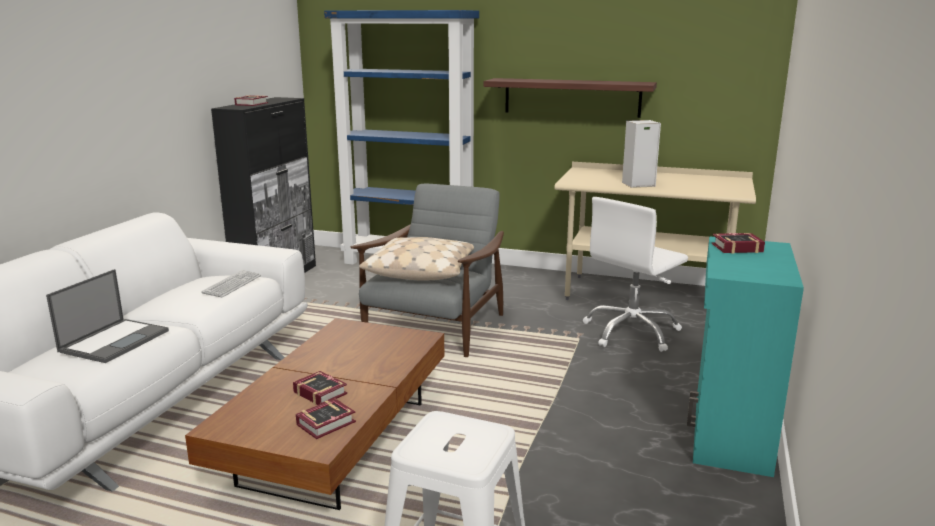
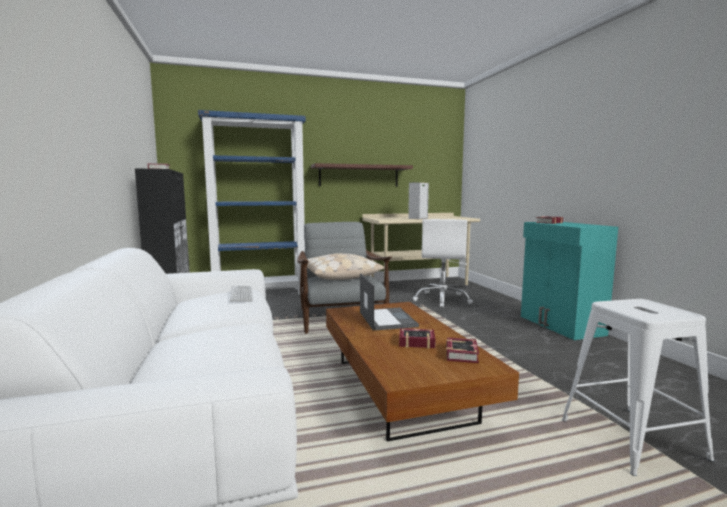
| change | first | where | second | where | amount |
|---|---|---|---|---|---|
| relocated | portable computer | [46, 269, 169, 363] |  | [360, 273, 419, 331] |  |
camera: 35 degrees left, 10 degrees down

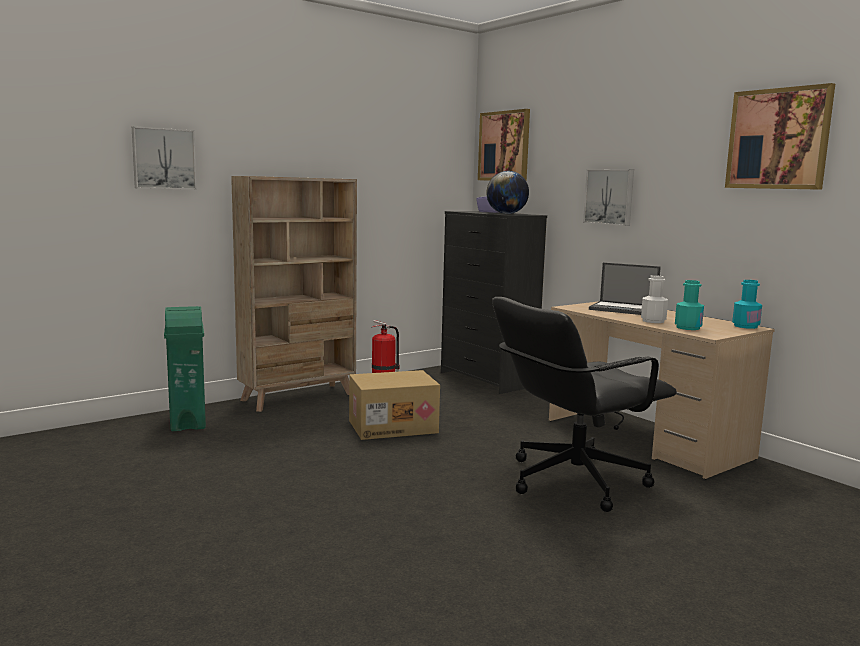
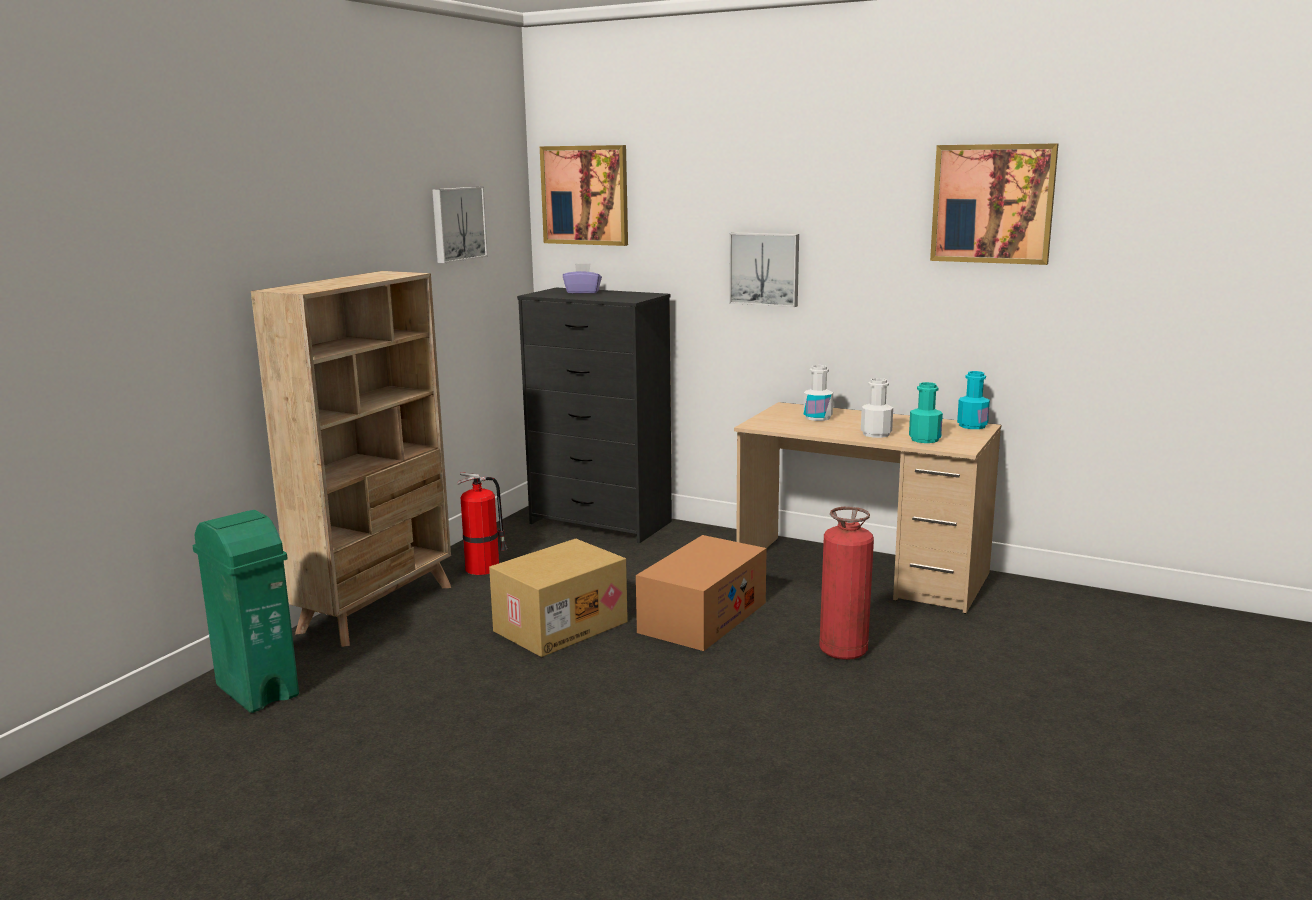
| change | first | where | second | where | amount |
|---|---|---|---|---|---|
| relocated | wall picture | [132, 126, 196, 189] |  | [432, 187, 488, 263] |  |
| missing | desk globe | [486, 171, 529, 214] |  |  |  |
| exchanged | portable computer | [589, 263, 661, 315] | bottle (whitish) | [803, 365, 833, 421] |  |
| exchanged | desk chair (black) | [492, 297, 677, 512] | fire-fighting cylinder | [819, 506, 874, 660] |  |
| appeared |  |  | cardboard box | [636, 535, 767, 651] |  |
camera: 25 degrees left, 5 degrees up

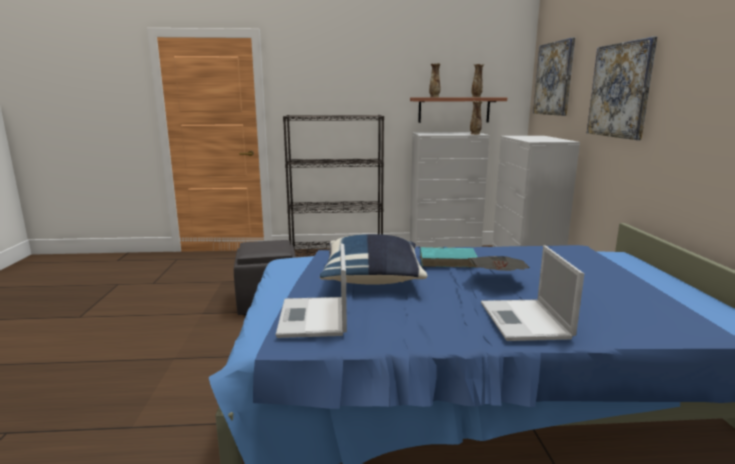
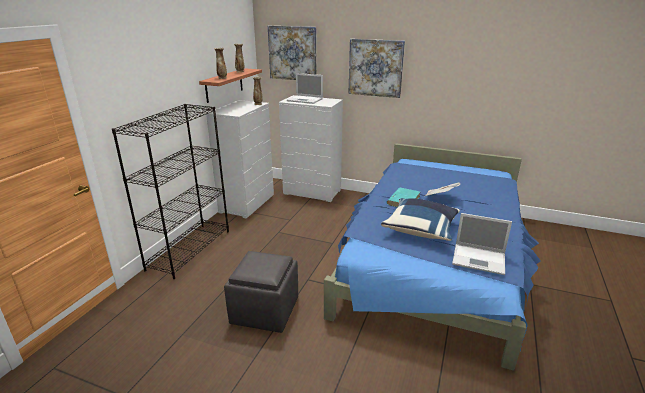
| change | first | where | second | where | amount |
|---|---|---|---|---|---|
| relocated | portable computer | [481, 245, 584, 341] |  | [287, 73, 323, 104] |  |
camera: 65 degrees left, 10 degrees up

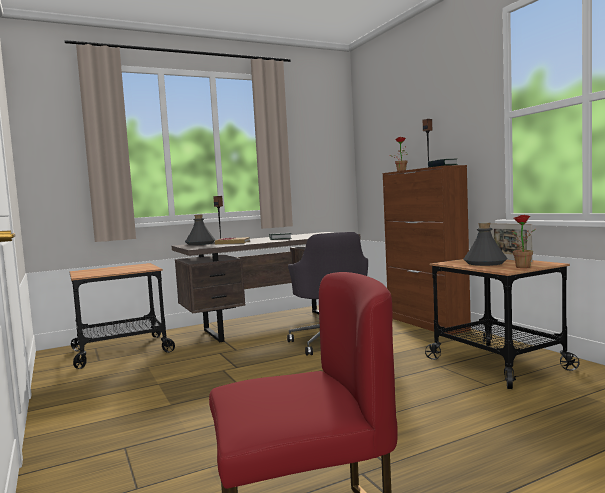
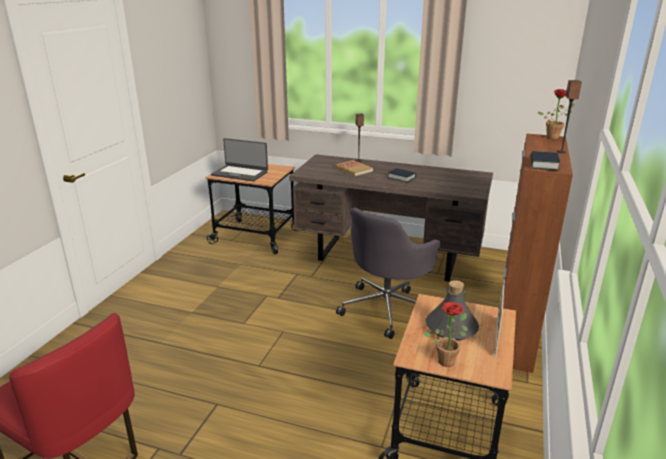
| change | first | where | second | where | amount |
|---|---|---|---|---|---|
| missing | bottle (grey) | [185, 214, 216, 245] |  |  |  |
| appeared |  |  | portable computer | [211, 138, 268, 181] |  |
camera: 45 degrees right, 20 degrees up

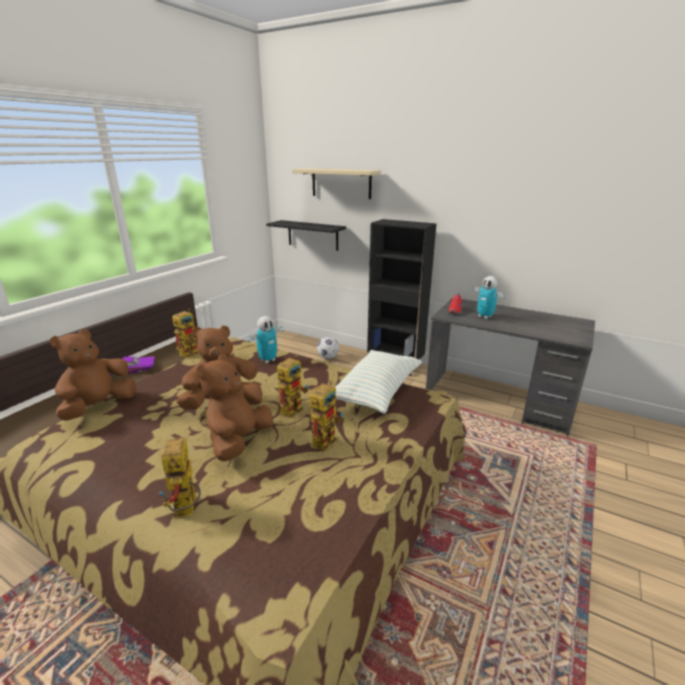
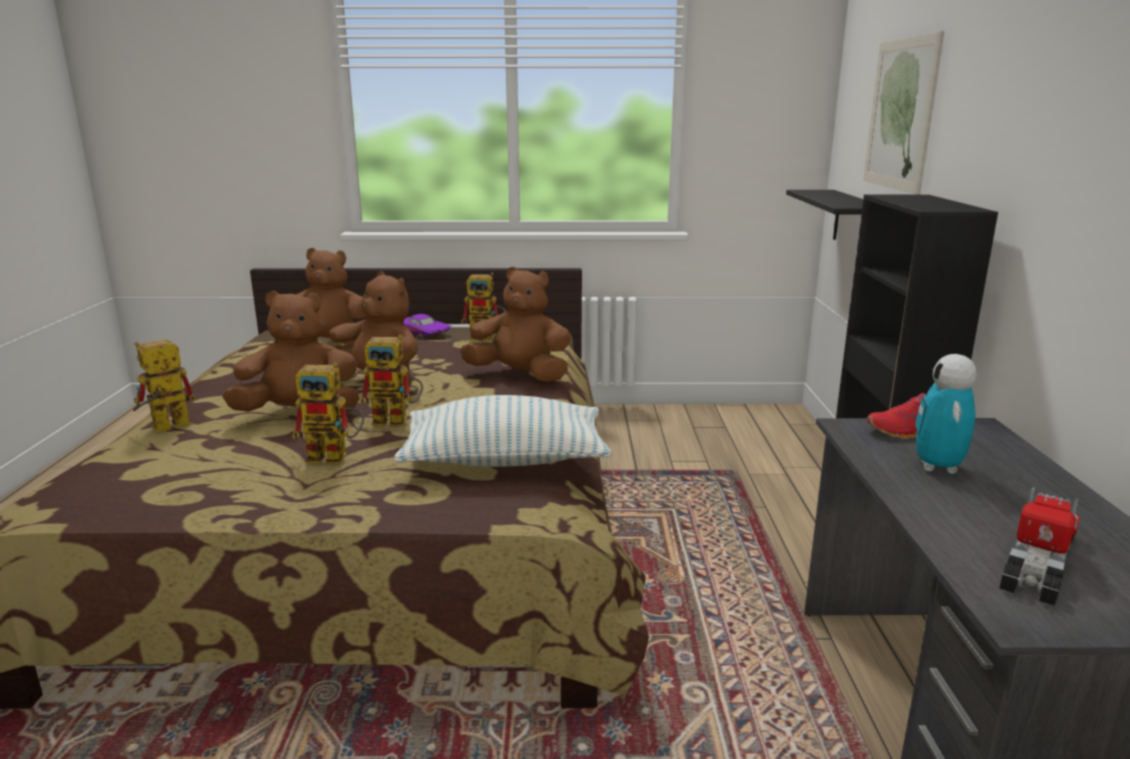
| change | first | where | second | where | amount |
|---|---|---|---|---|---|
| exchanged | bracket shelf (beige-coloured) | [292, 169, 381, 199] | wall picture | [863, 31, 944, 194] |  |
| exchanged | robot figure | [248, 316, 284, 363] | cuddly toy (brownish) | [460, 267, 571, 382] |  |
| missing | ball for football | [317, 337, 339, 359] |  |  |  |
| appeared |  |  | model truck | [999, 487, 1080, 606] |  |
camera: 60 degrees right, 5 degrees down

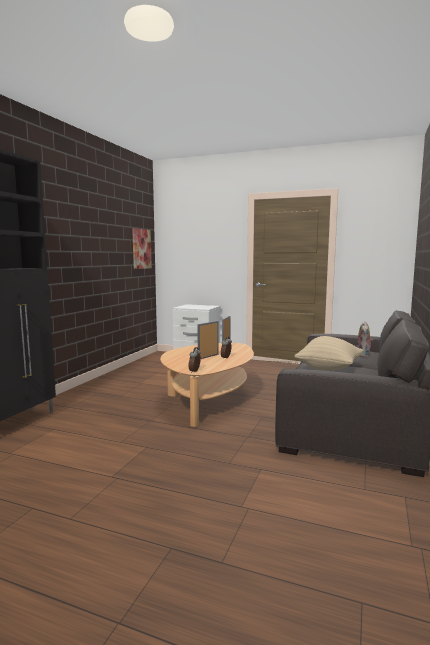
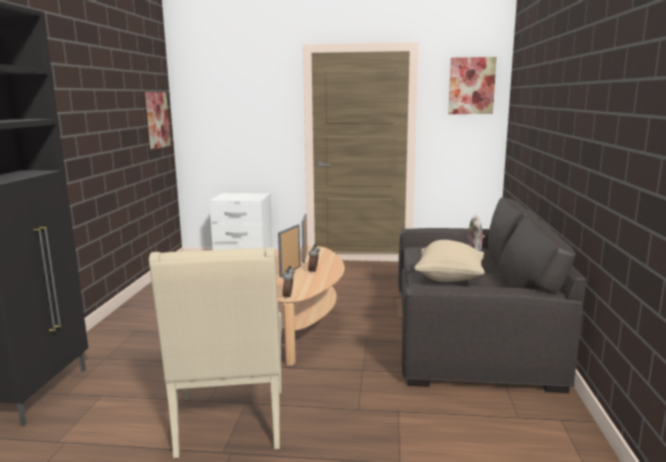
| change | first | where | second | where | amount |
|---|---|---|---|---|---|
| appeared |  |  | wall picture | [448, 57, 497, 114] |  |
| appeared |  |  | armchair (beige-coloured) | [149, 247, 282, 458] |  |
camera: 15 degrees left, 5 degrees up

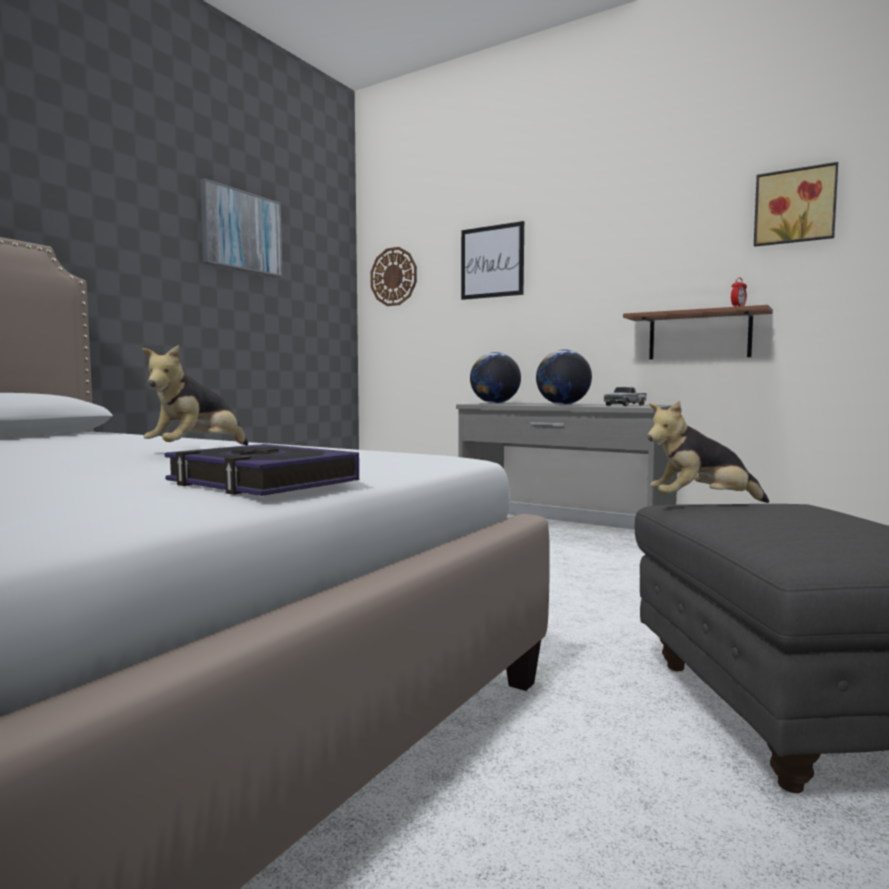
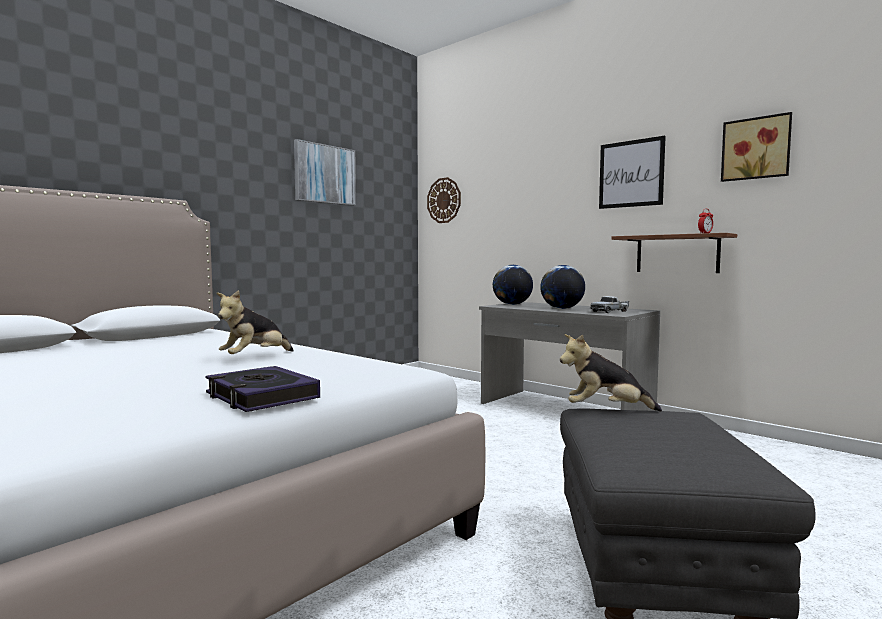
| change | first | where | second | where | amount |
|---|---|---|---|---|---|
| relocated | wall picture | [461, 221, 524, 300] |  | [599, 136, 666, 209] |  |
camera: 10 degrees right, 0 degrees up

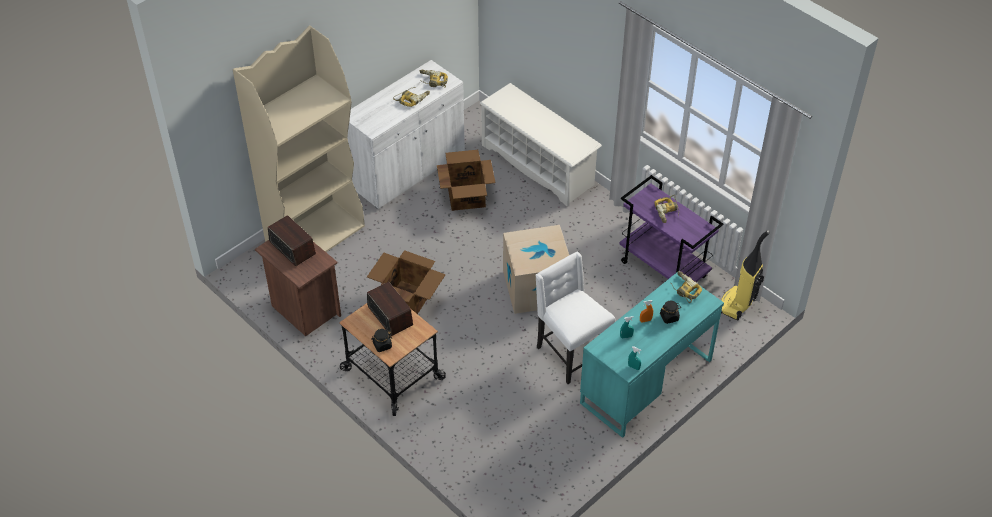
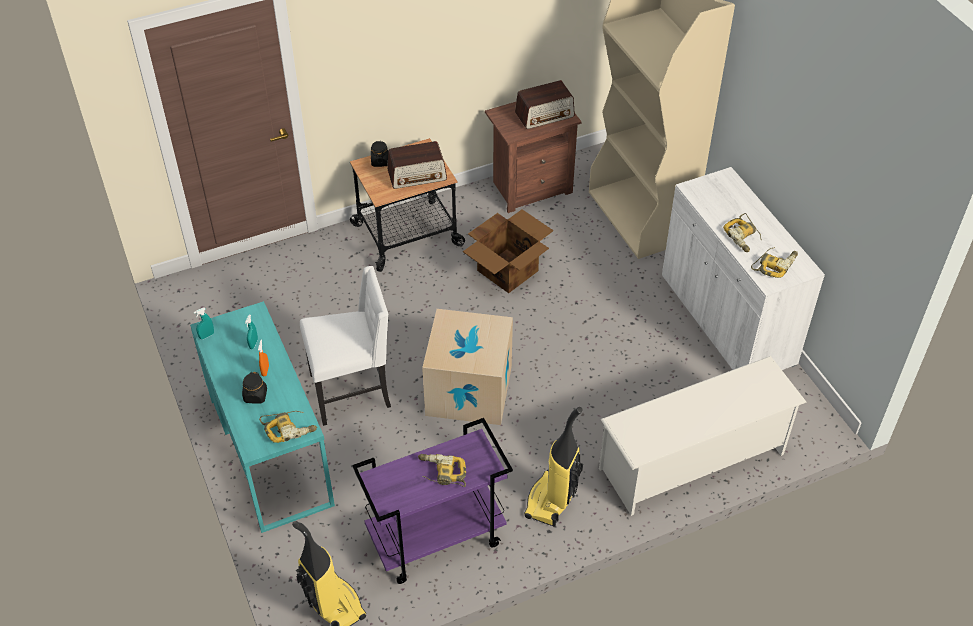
| change | first | where | second | where | amount |
|---|---|---|---|---|---|
| missing | cardboard box | [437, 150, 496, 211] |  |  |  |
| appeared |  |  | hoover | [524, 407, 583, 527] |  |
camera: 110 degrees right, 0 degrees up

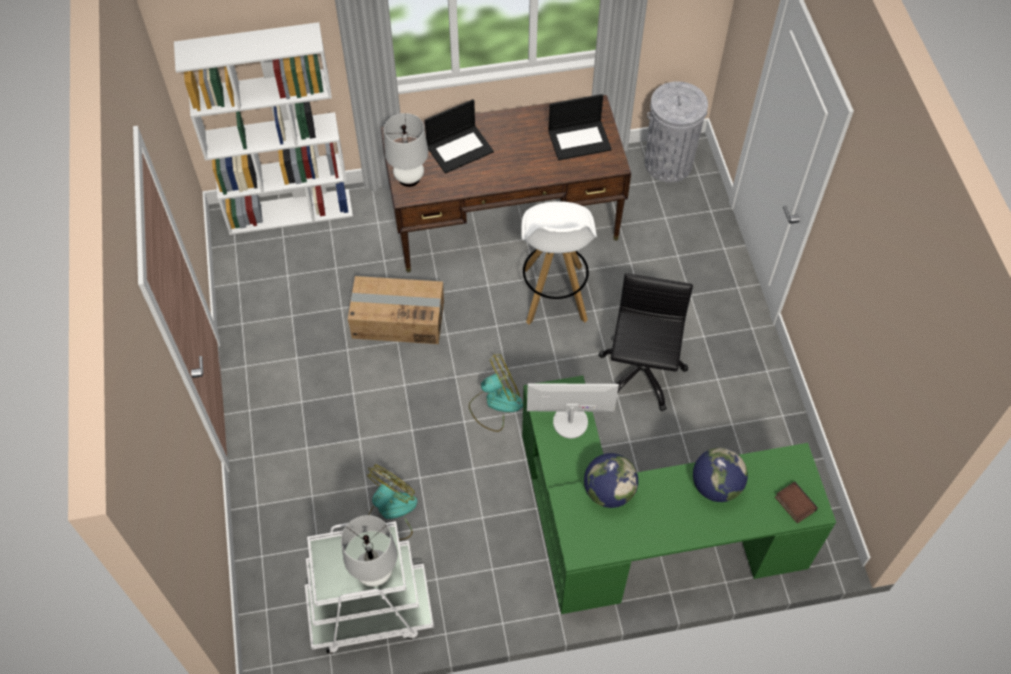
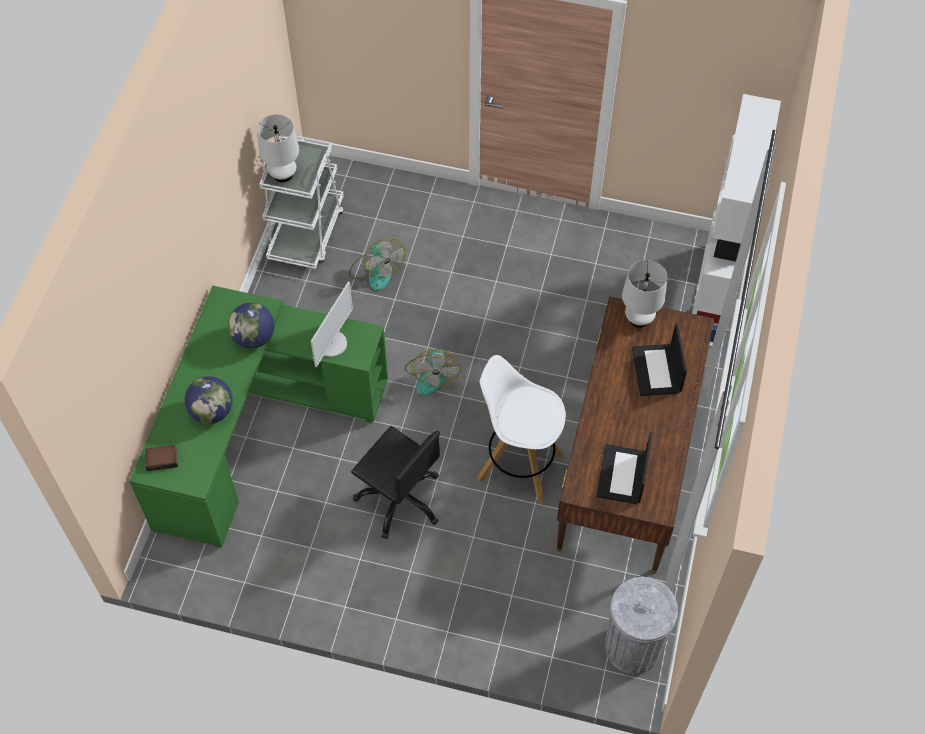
| change | first | where | second | where | amount |
|---|---|---|---|---|---|
| missing | cardboard box | [348, 276, 444, 344] |  |  |  |
camera: 115 degrees right, 0 degrees up

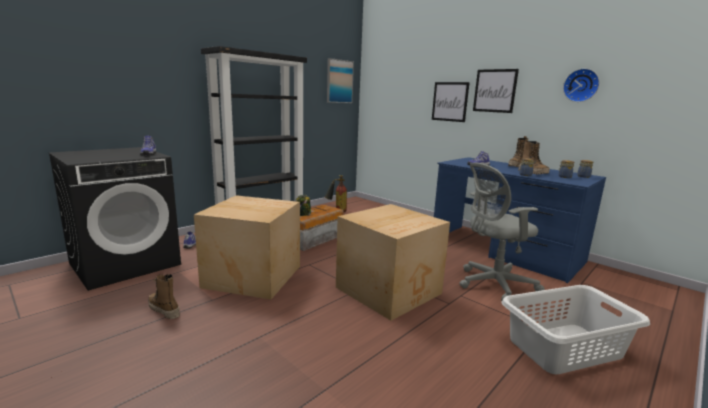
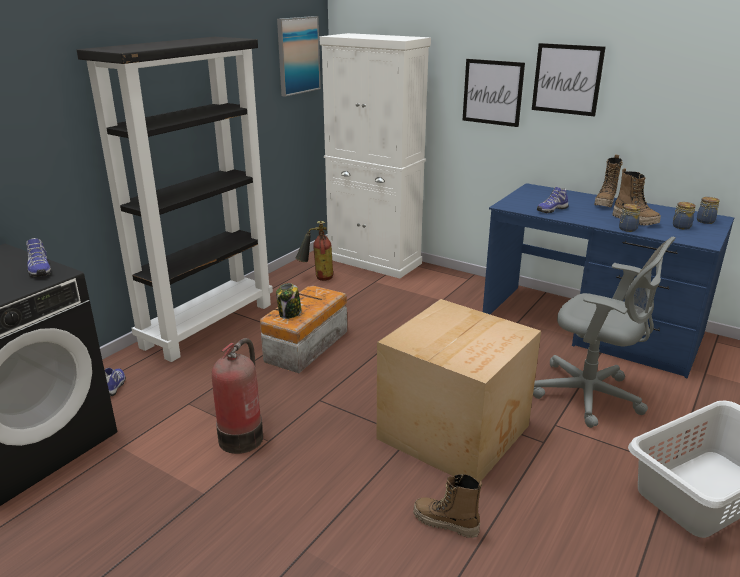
| change | first | where | second | where | amount |
|---|---|---|---|---|---|
| missing | hanging clock | [563, 68, 600, 102] |  |  |  |
| spun | desk chair (grey) | [460, 163, 545, 301] |  | [533, 236, 676, 428] | 120 degrees counterclockwise |
| exchanged | cardboard box | [194, 195, 300, 299] | fire-fighting cylinder | [212, 338, 263, 454] |  |
| relocated | tall boot | [148, 274, 180, 319] |  | [413, 474, 482, 538] |  |
| appeared |  |  | cupboard (whitish) | [319, 33, 431, 279] |  |
camera: 10 degrees left, 10 degrees up

